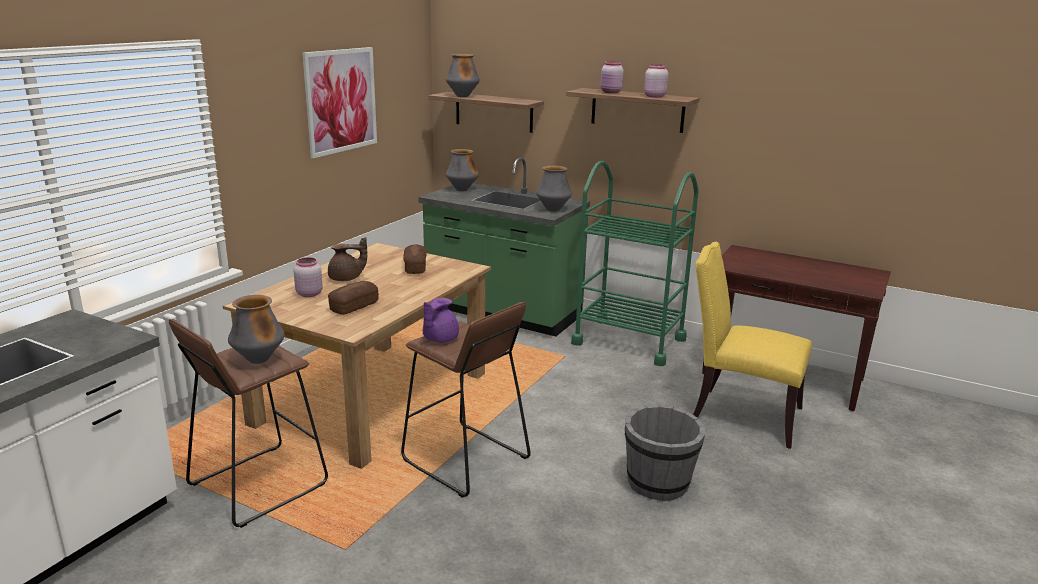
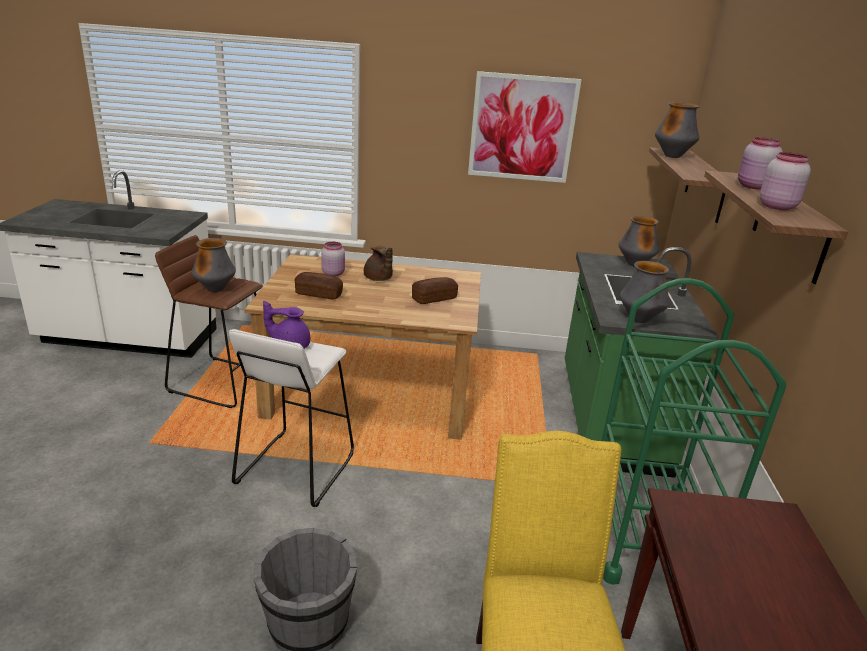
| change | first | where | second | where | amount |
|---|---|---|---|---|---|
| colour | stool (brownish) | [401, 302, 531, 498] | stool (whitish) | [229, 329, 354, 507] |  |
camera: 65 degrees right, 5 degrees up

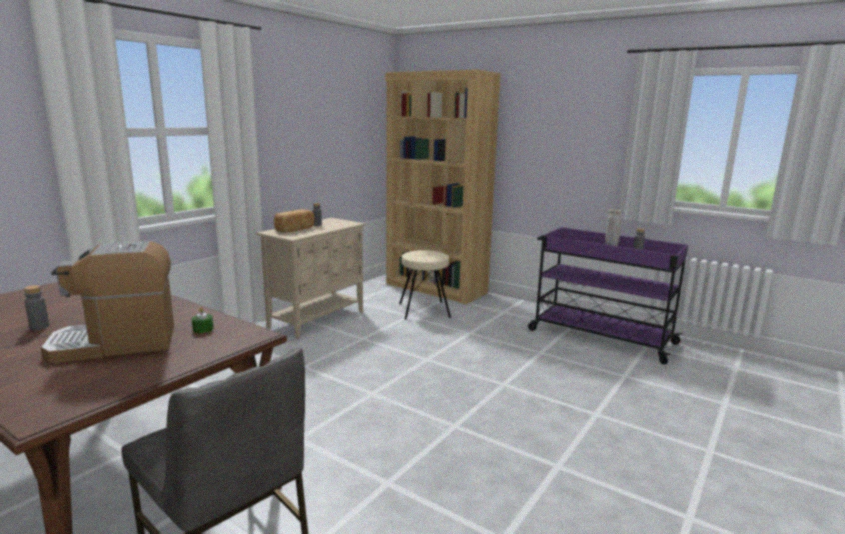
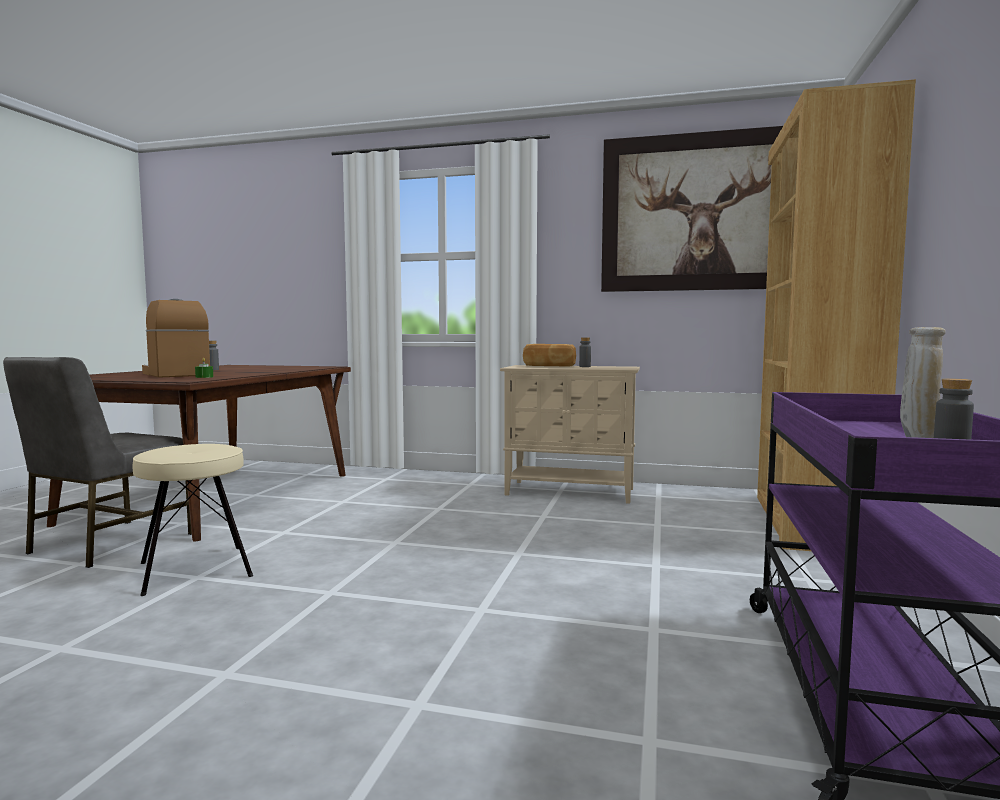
| change | first | where | second | where | amount |
|---|---|---|---|---|---|
| relocated | stool (beige-coloured) | [399, 250, 451, 320] |  | [132, 444, 253, 596] |  |
| appeared |  |  | wall picture | [601, 126, 783, 292] |  |
camera: 70 degrees right, 10 degrees down

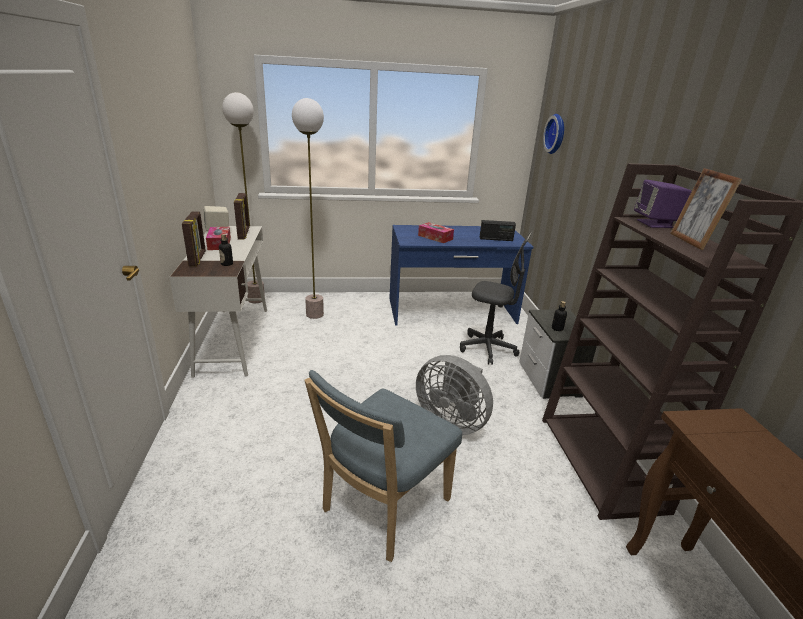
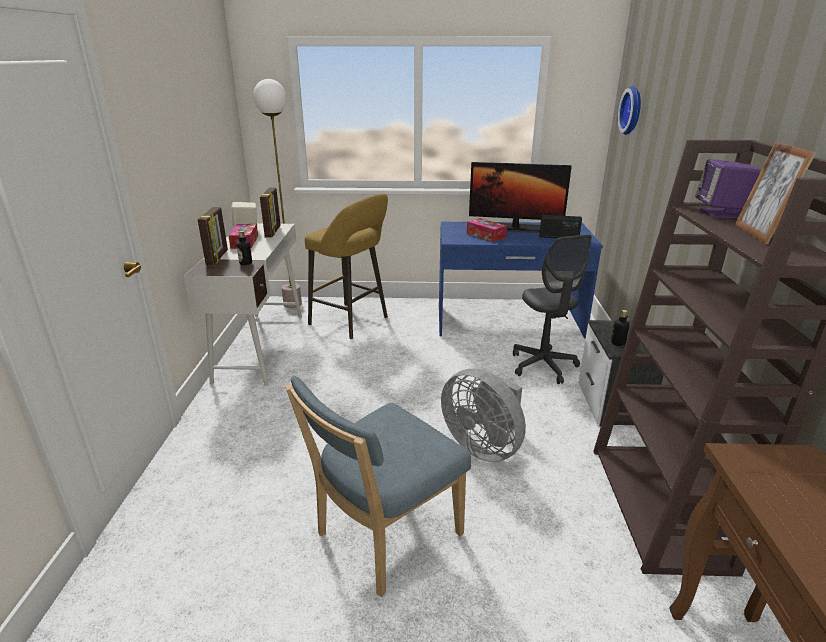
| change | first | where | second | where | amount |
|---|---|---|---|---|---|
| exchanged | standing lamp | [292, 98, 324, 319] | stool (yellowish) | [305, 194, 388, 339] |  |
| spun | desk chair (grey) | [460, 232, 532, 365] |  | [513, 235, 592, 384] | 45 degrees clockwise |
| appeared |  |  | monitor | [469, 162, 572, 233] |  |
camera: 10 degrees right, 0 degrees up

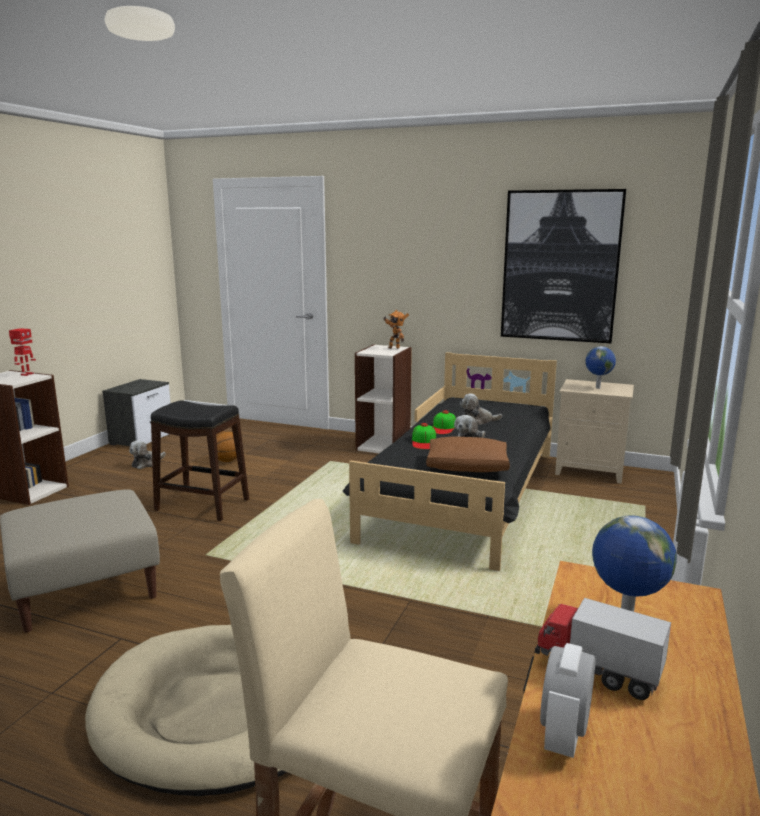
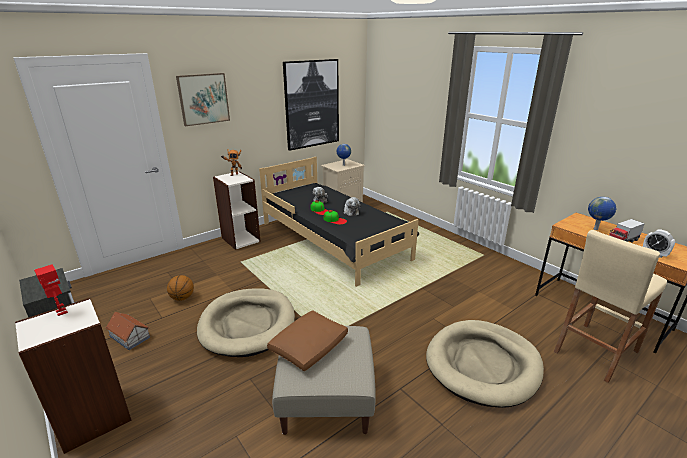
| change | first | where | second | where | amount |
|---|---|---|---|---|---|
| exchanged | stool (black) | [151, 400, 249, 521] | pet bed (beige-coloured) | [197, 288, 295, 357] |  |
| relocated | cushion (brownish) | [426, 437, 510, 472] |  | [267, 310, 348, 371] |  |
| exchanged | cuddly toy | [129, 440, 166, 469] | toy house | [106, 312, 150, 350] |  |
| appeared |  |  | wall picture | [176, 73, 230, 126] |  |
camera: 60 degrees left, 10 degrees up

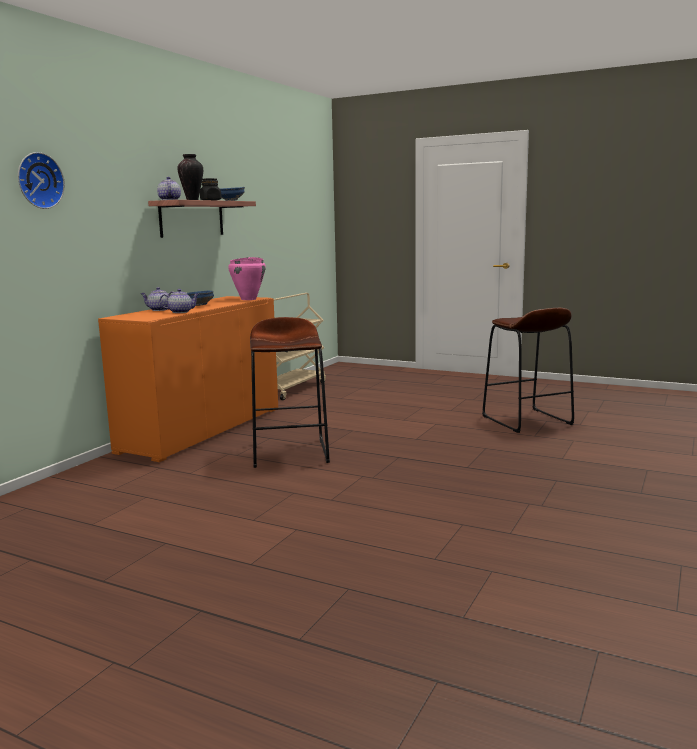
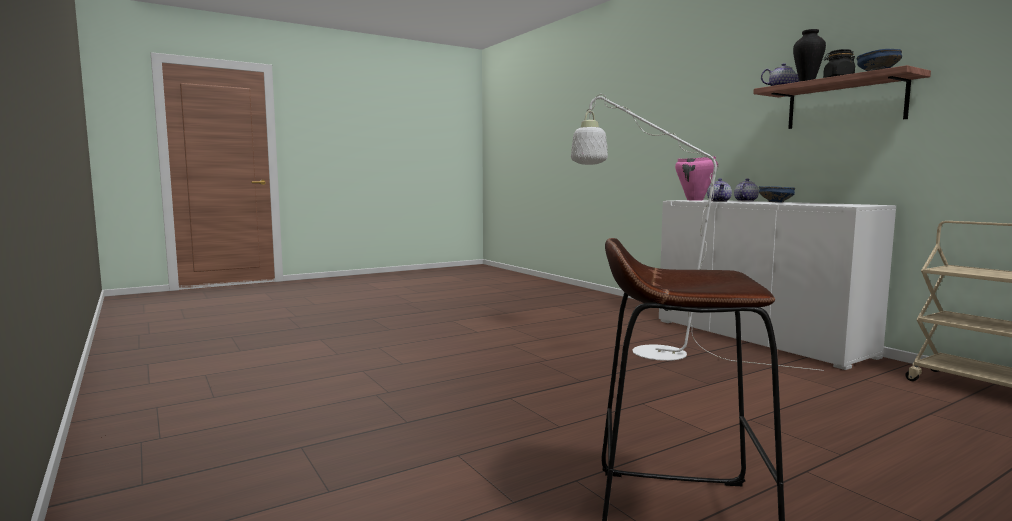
| change | first | where | second | where | amount |
|---|---|---|---|---|---|
| missing | hanging clock | [18, 152, 65, 209] |  |  |  |
| relocated | cooking pot (pink-coloured) | [228, 257, 266, 300] |  | [675, 156, 718, 200] |  |
| colour | cupboard (orangey) | [98, 296, 278, 462] | cupboard (whitish) | [659, 200, 896, 370] |  |
| exchanged | stool (brownish) | [250, 317, 330, 468] | standing lamp (whitish) | [571, 94, 824, 371] |  |
camera: 120 degrees right, 5 degrees down

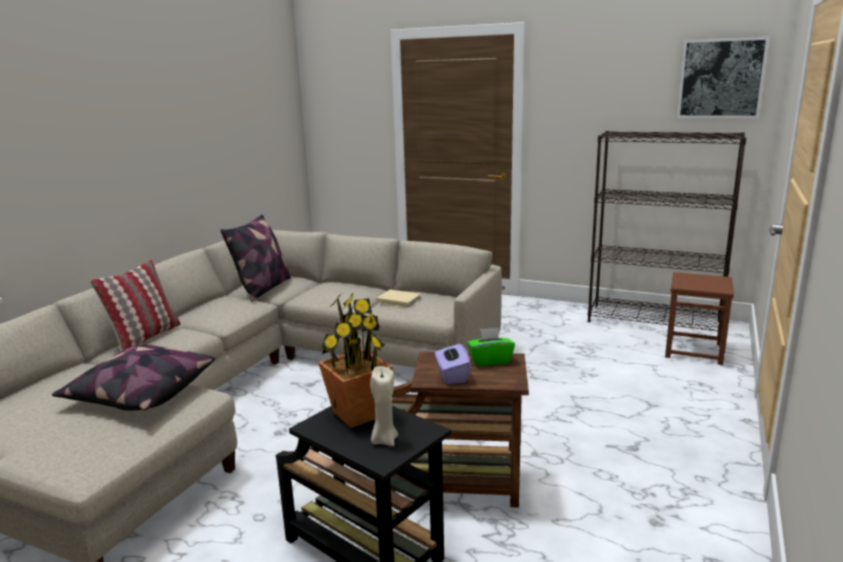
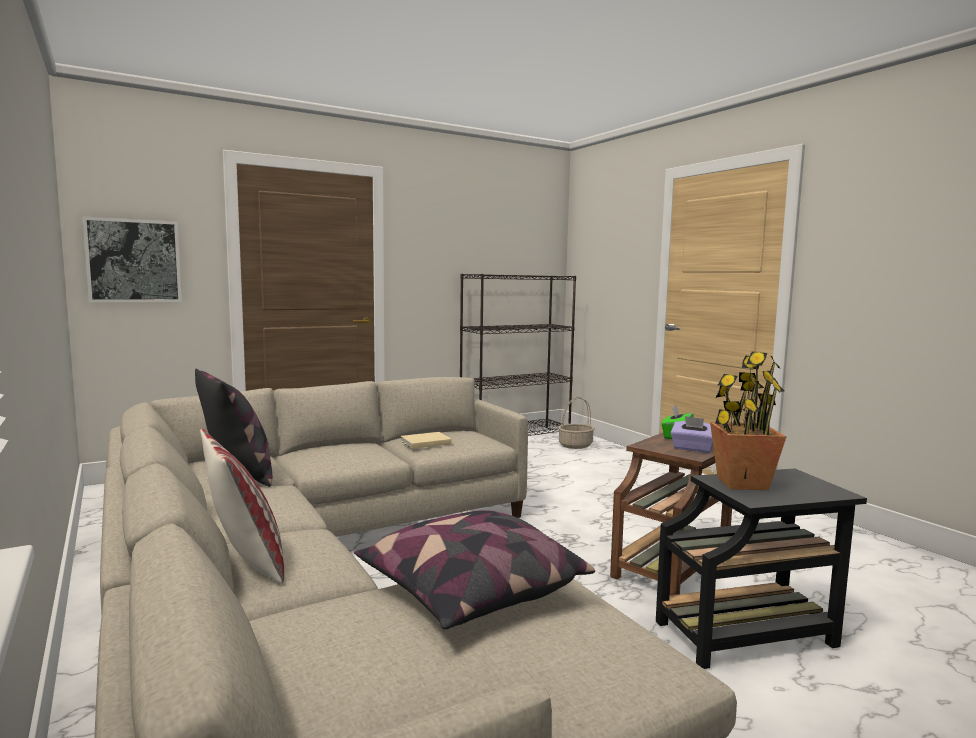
| change | first | where | second | where | amount |
|---|---|---|---|---|---|
| relocated | wall picture | [677, 36, 770, 118] |  | [83, 217, 182, 302] |  |
| exchanged | stool (brownish) | [665, 272, 734, 365] | storage basket | [558, 397, 595, 449] |  |
| missing | candle (beige-coloured) | [370, 366, 398, 446] |  |  |  |
camera: 55 degrees left, 10 degrees down

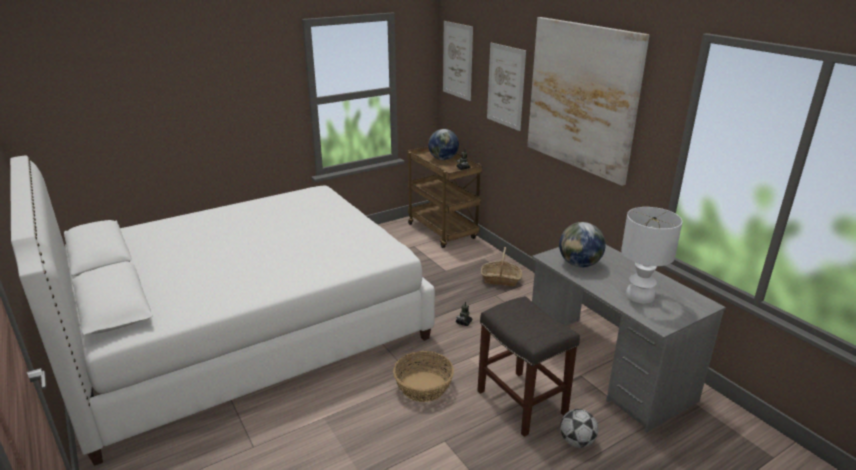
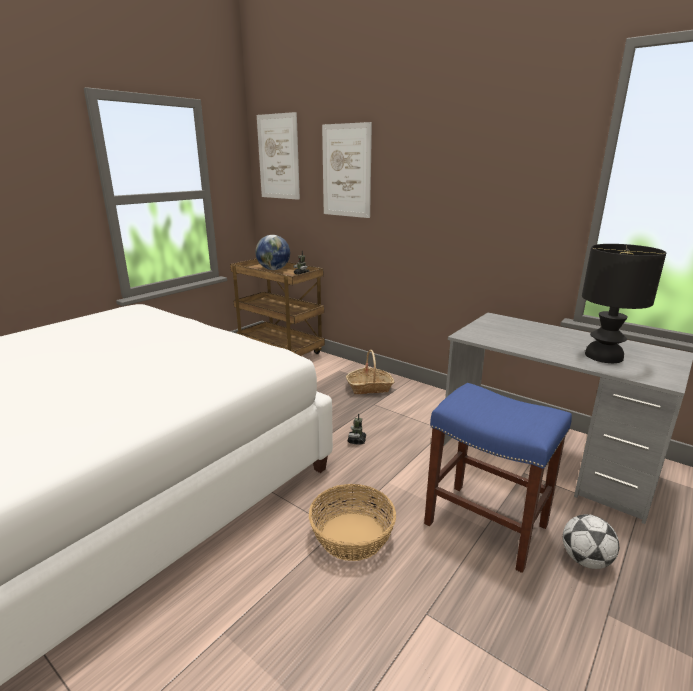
| change | first | where | second | where | amount |
|---|---|---|---|---|---|
| missing | wall picture | [527, 17, 650, 186] |  |  |  |
| colour | tabletop lamp (whitish) | [621, 207, 683, 304] | tabletop lamp (black) | [582, 244, 666, 363] |  |
| missing | desk globe | [559, 222, 606, 267] |  |  |  |
| colour | stool (grey) | [477, 296, 580, 437] | stool (bluish) | [424, 383, 572, 573] |  |
camera: 20 degrees left, 5 degrees down

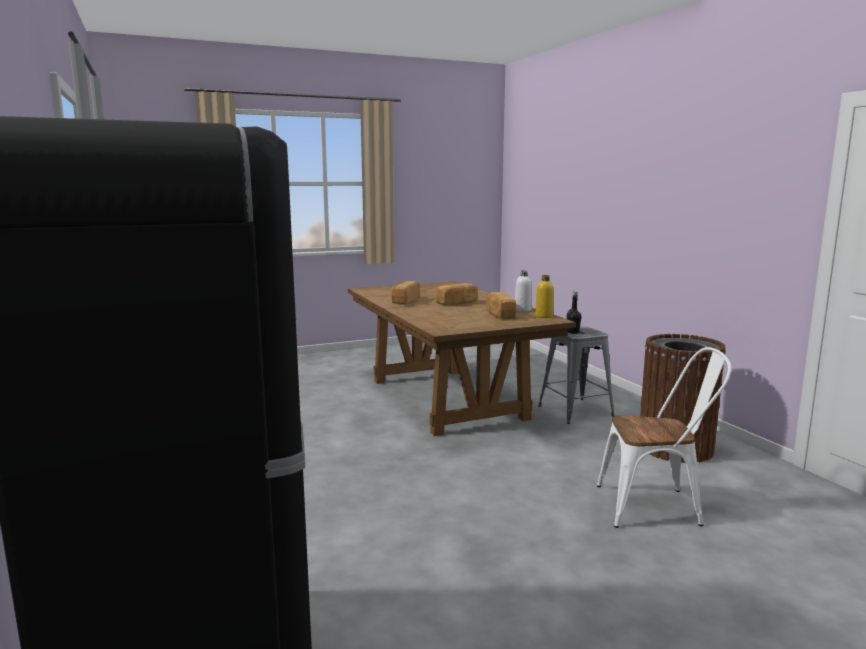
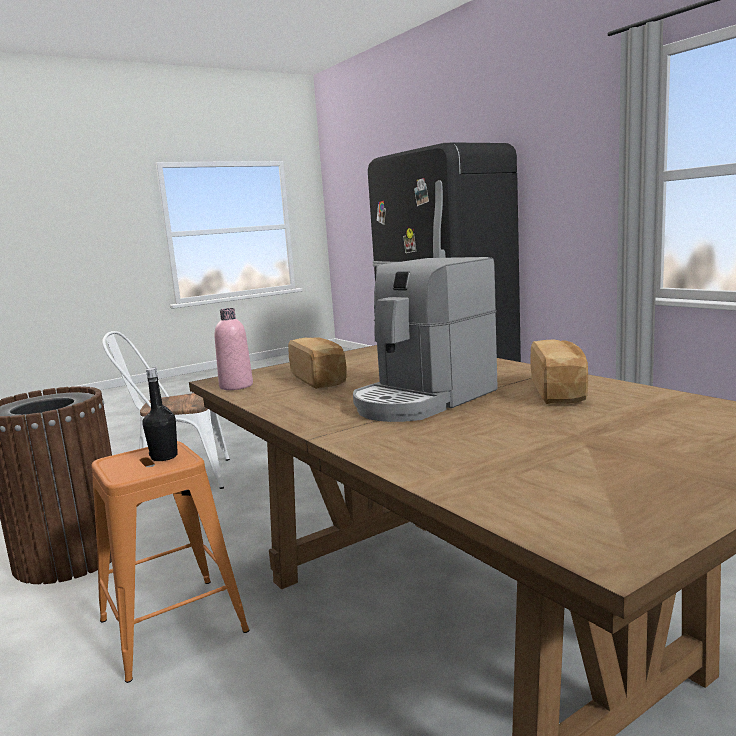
| change | first | where | second | where | amount |
|---|---|---|---|---|---|
| missing | bottle (whitish) | [515, 270, 532, 312] |  |  |  |
| colour | bottle (yellowish) | [535, 275, 553, 318] | bottle (pink-coloured) | [215, 308, 253, 390] |  |
| exchanged | bread | [436, 283, 478, 305] | coffee brewer | [353, 257, 498, 422] |  |
| colour | stool (grey) | [538, 326, 615, 424] | stool (orangey) | [91, 441, 249, 683] |  |
camera: 170 degrees right, 0 degrees up

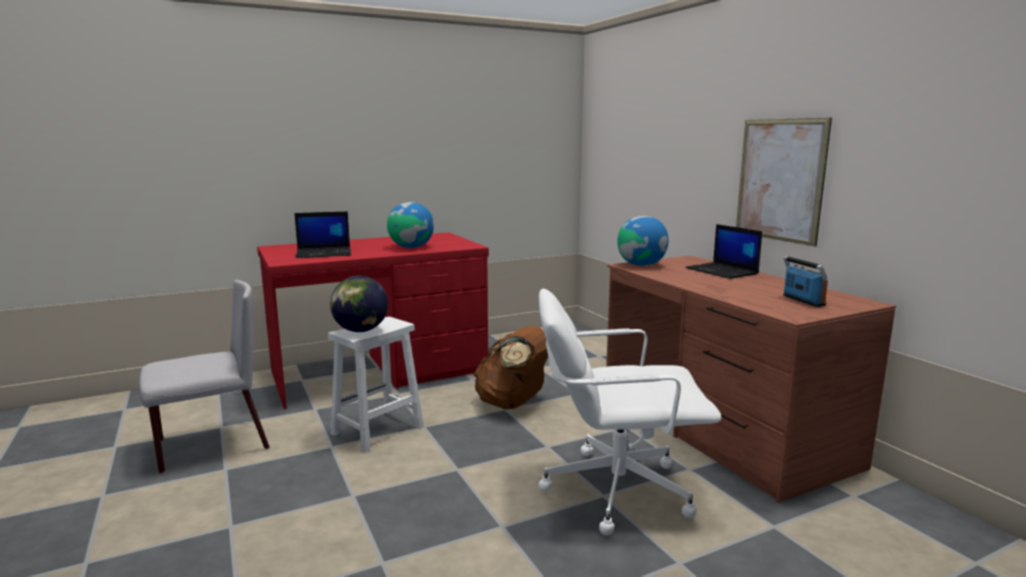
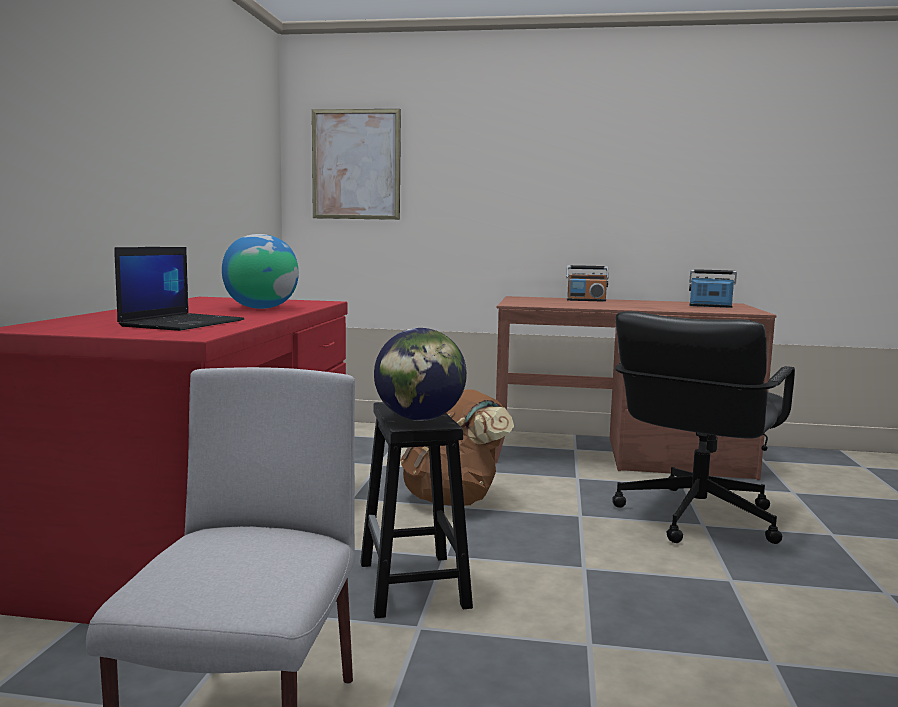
| change | first | where | second | where | amount |
|---|---|---|---|---|---|
| relocated | wall picture | [736, 118, 832, 247] |  | [312, 109, 401, 220] |  |
| missing | desk globe | [617, 216, 668, 266] |  |  |  |
| exchanged | portable computer | [685, 224, 762, 279] | radio receiver | [566, 265, 609, 302] |  |
| colour | desk chair (whitish) | [539, 289, 721, 535] | desk chair (black) | [612, 311, 795, 544] |  |
| colour | stool (whitish) | [328, 317, 424, 453] | stool (black) | [360, 402, 473, 618] |  |
camera: 55 degrees left, 5 degrees down

